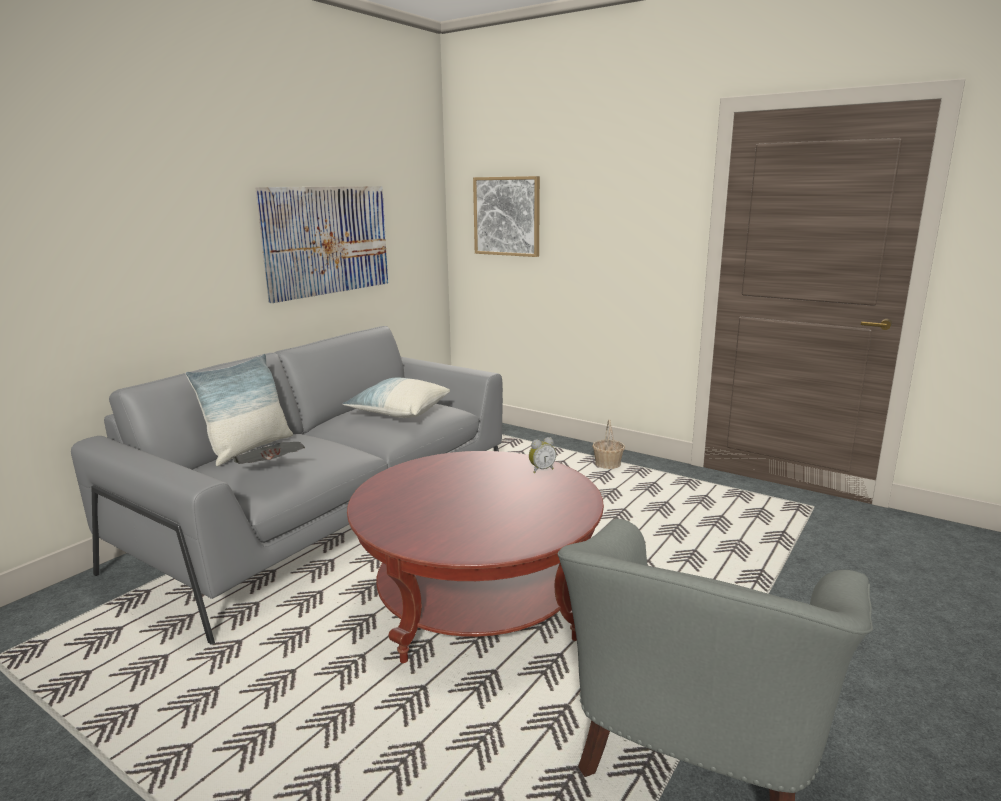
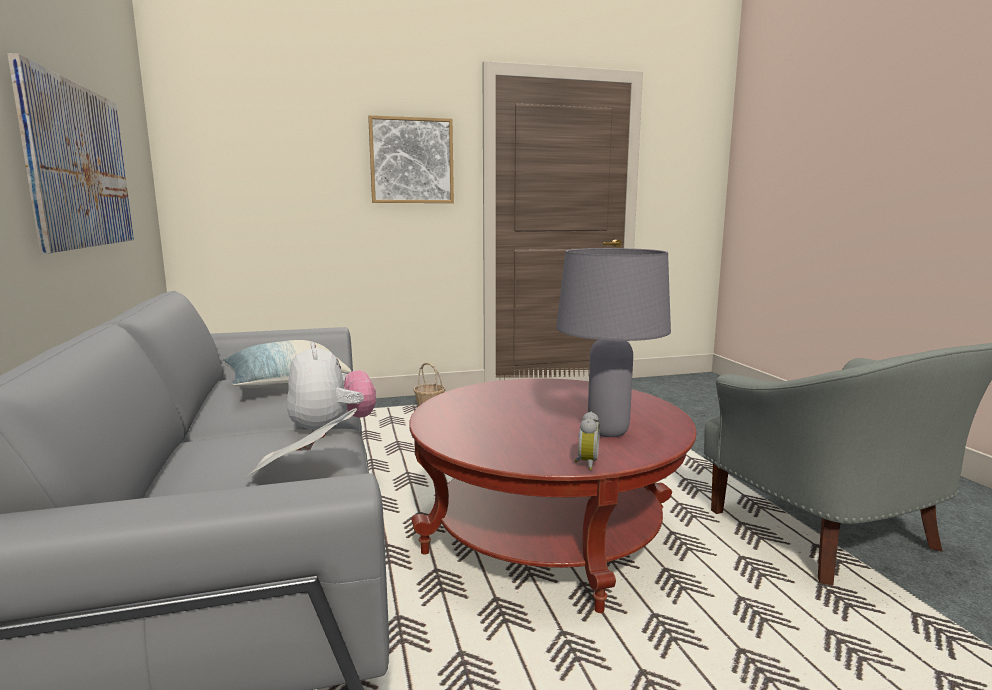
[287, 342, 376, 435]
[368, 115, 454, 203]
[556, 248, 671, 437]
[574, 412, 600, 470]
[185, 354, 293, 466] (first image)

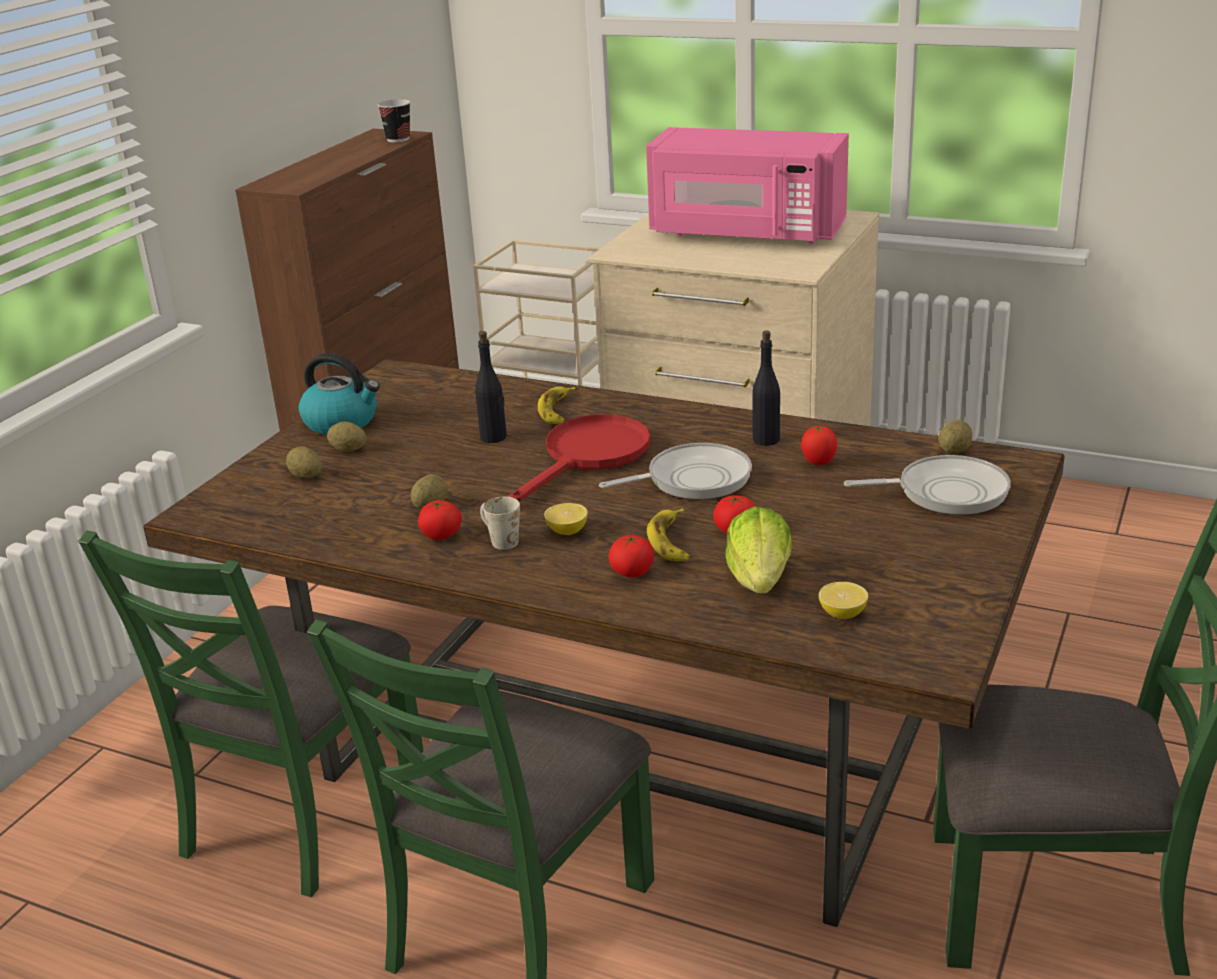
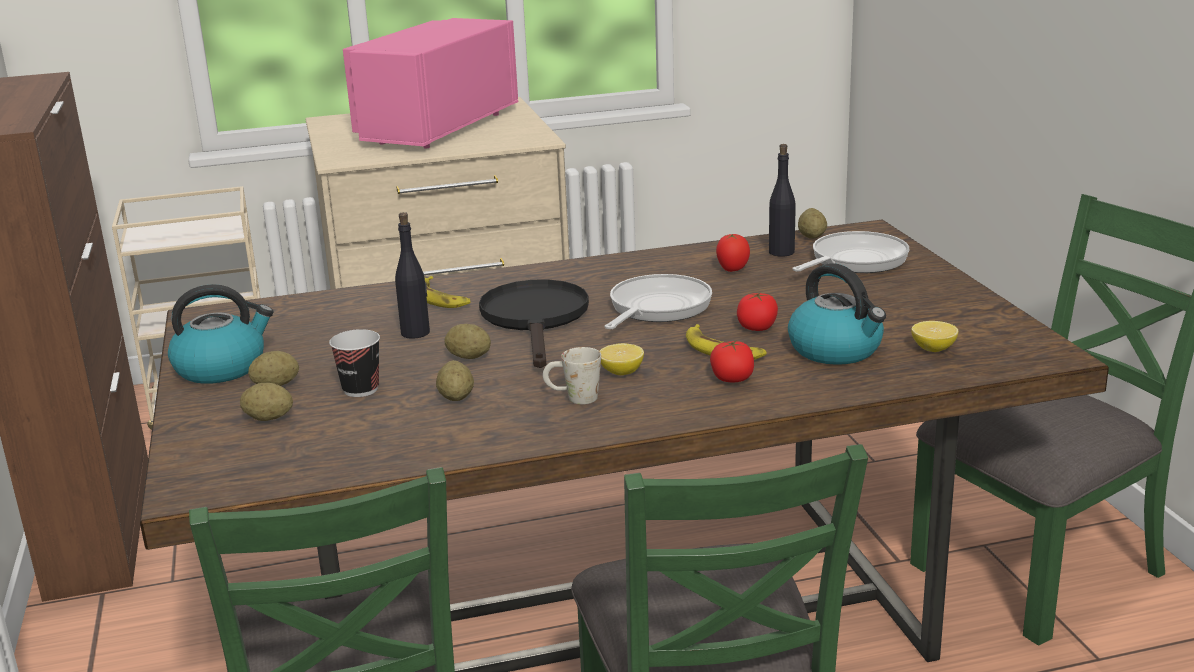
[329, 329, 380, 397]
[343, 18, 518, 148]
[444, 324, 491, 359]
[479, 280, 589, 368]
[769, 144, 796, 257]
[788, 263, 886, 365]
[418, 500, 462, 540] (first image)

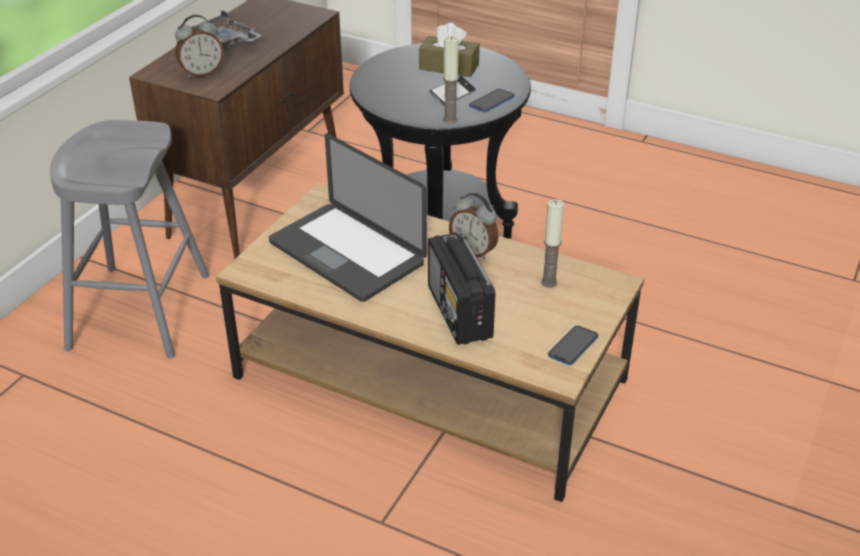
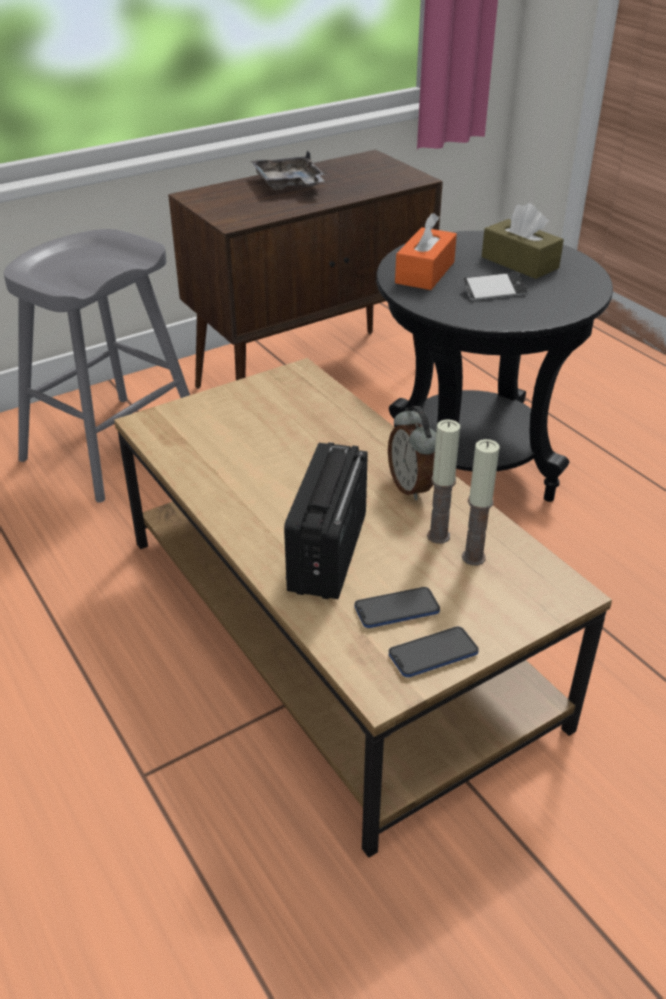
[355, 587, 440, 628]
[395, 213, 457, 290]
[427, 419, 460, 544]
[175, 15, 224, 78] (first image)
[269, 133, 427, 302] (first image)

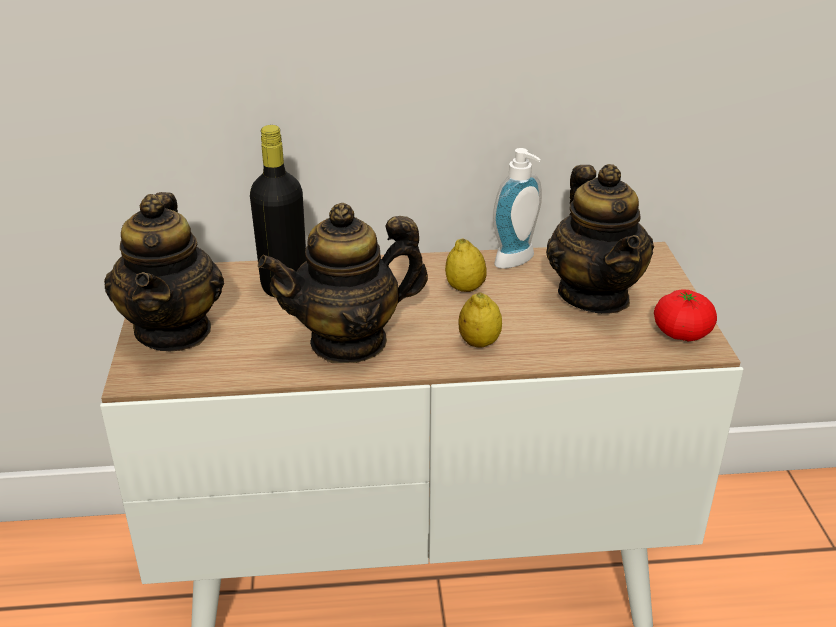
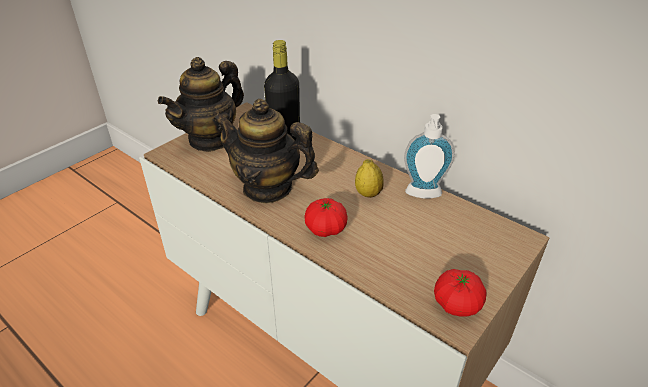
[304, 198, 348, 237]
[546, 164, 654, 314] (first image)

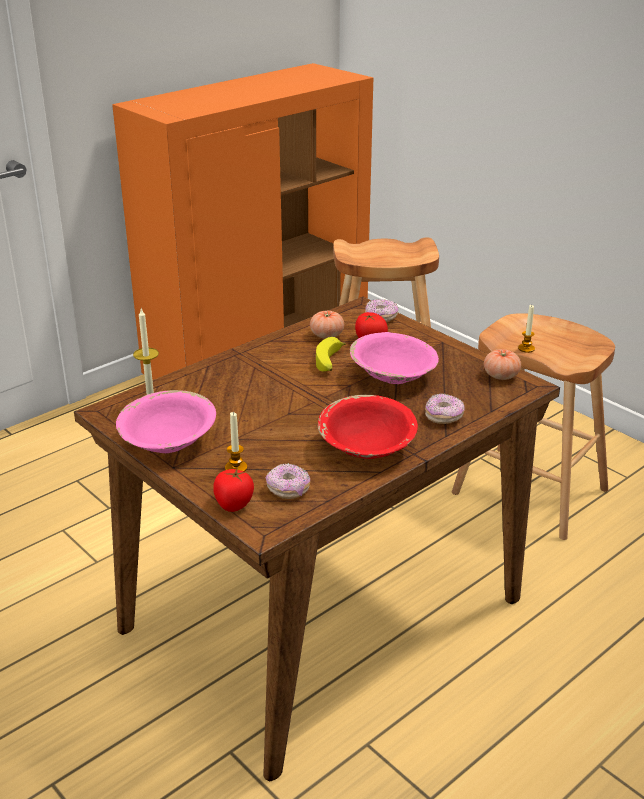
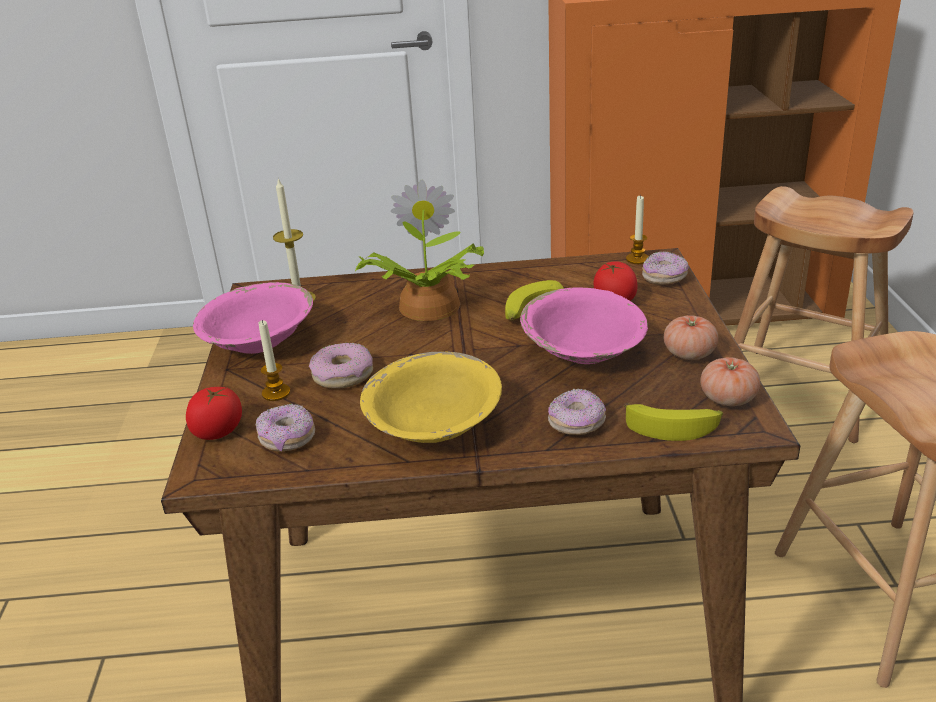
[309, 343, 373, 389]
[355, 180, 484, 321]
[360, 351, 502, 443]
[624, 403, 723, 441]
[626, 195, 649, 264]
[664, 315, 718, 360]

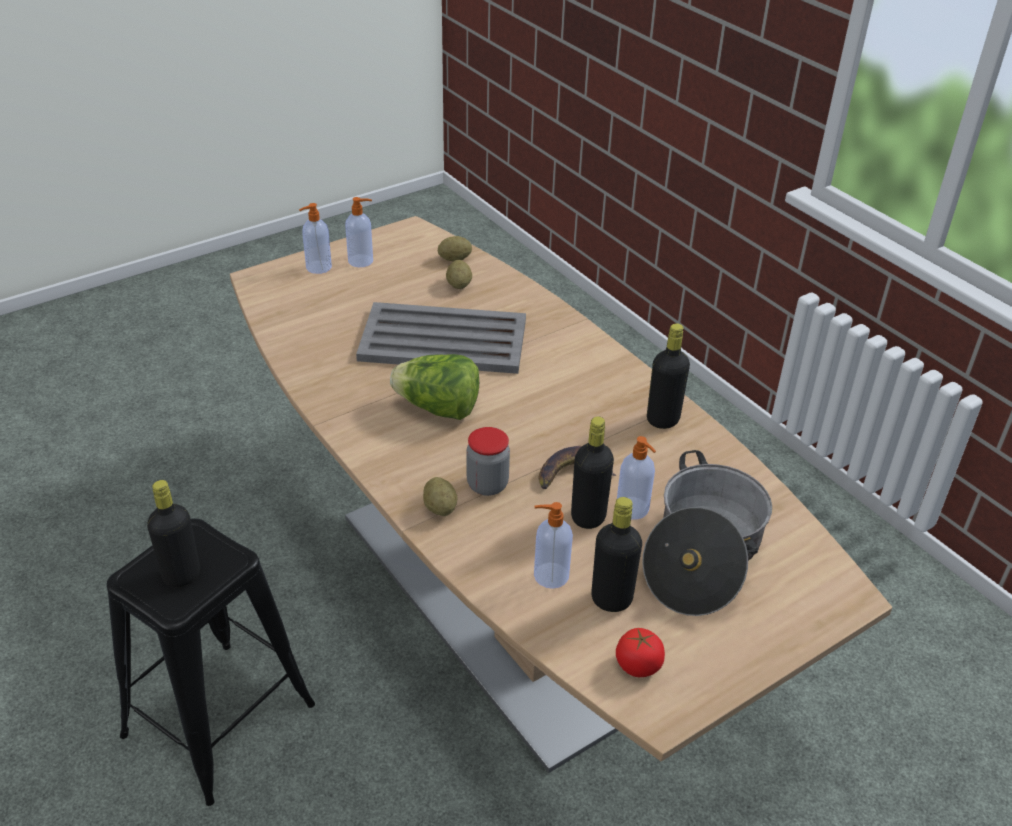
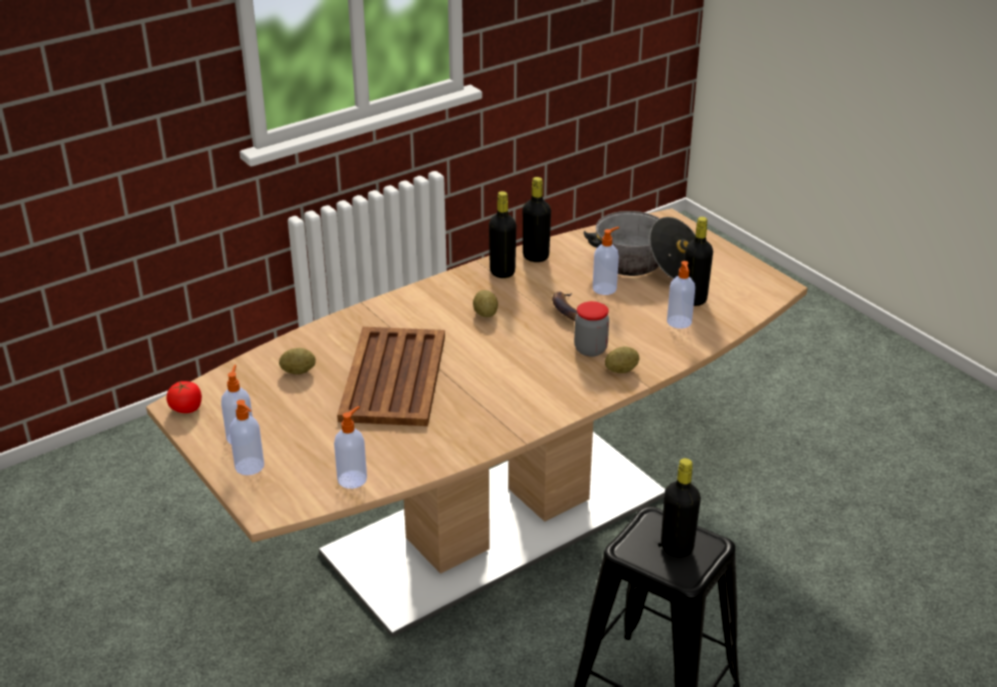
[166, 381, 202, 413]
[334, 406, 367, 489]
[337, 327, 445, 426]
[473, 290, 498, 317]
[523, 177, 551, 262]
[390, 354, 479, 420] (first image)

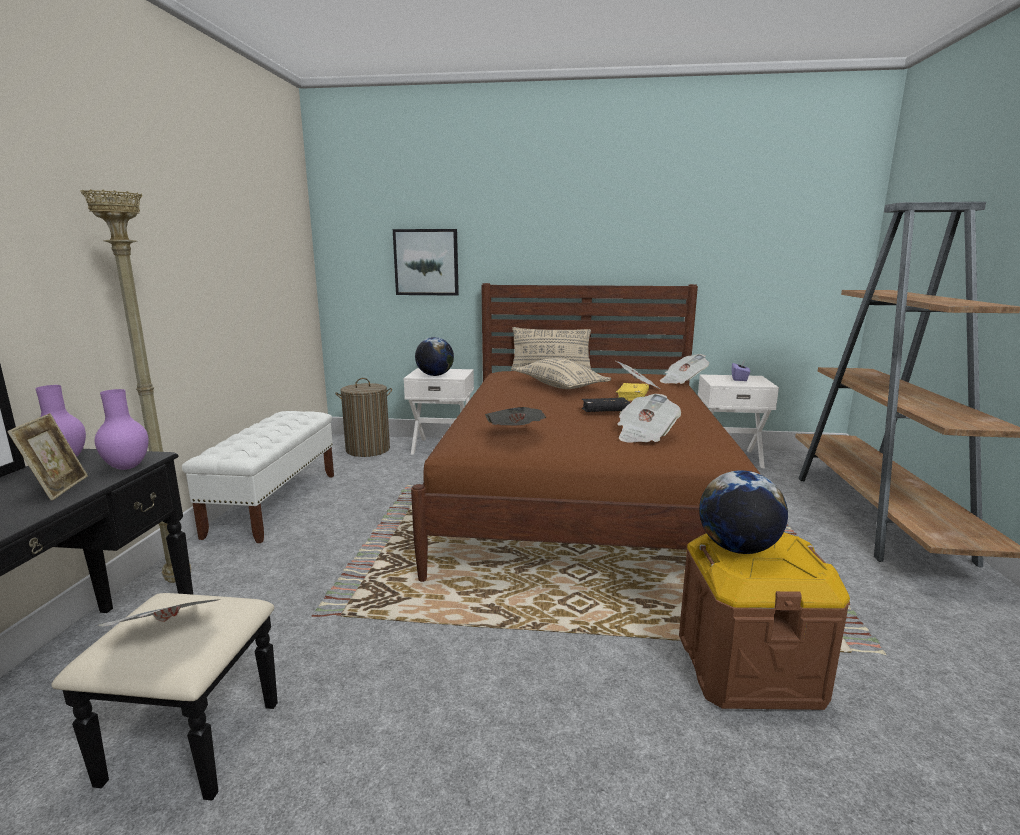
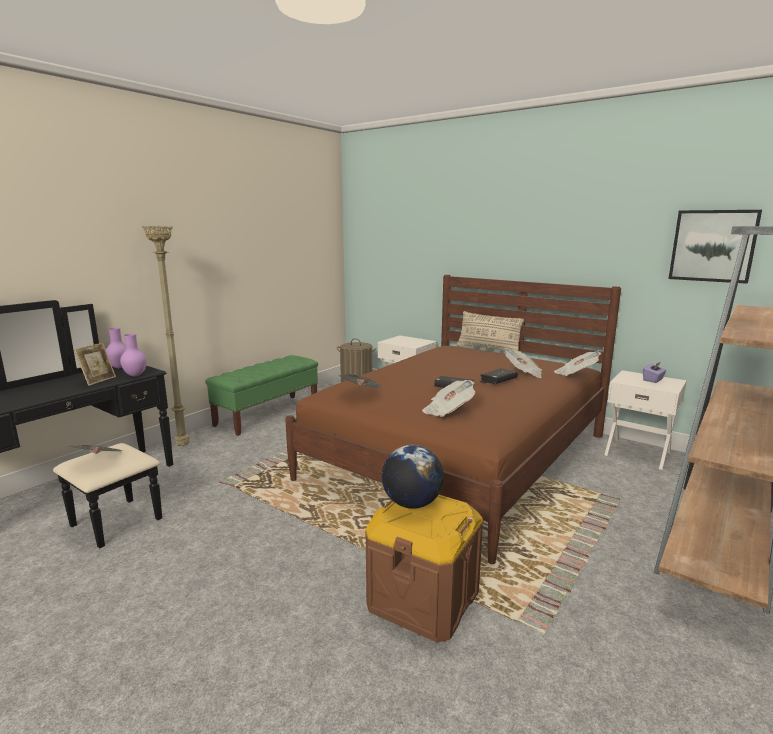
[205, 355, 318, 436]
[479, 368, 518, 384]
[669, 210, 762, 284]
[415, 337, 454, 376] (first image)
[513, 358, 611, 389] (first image)

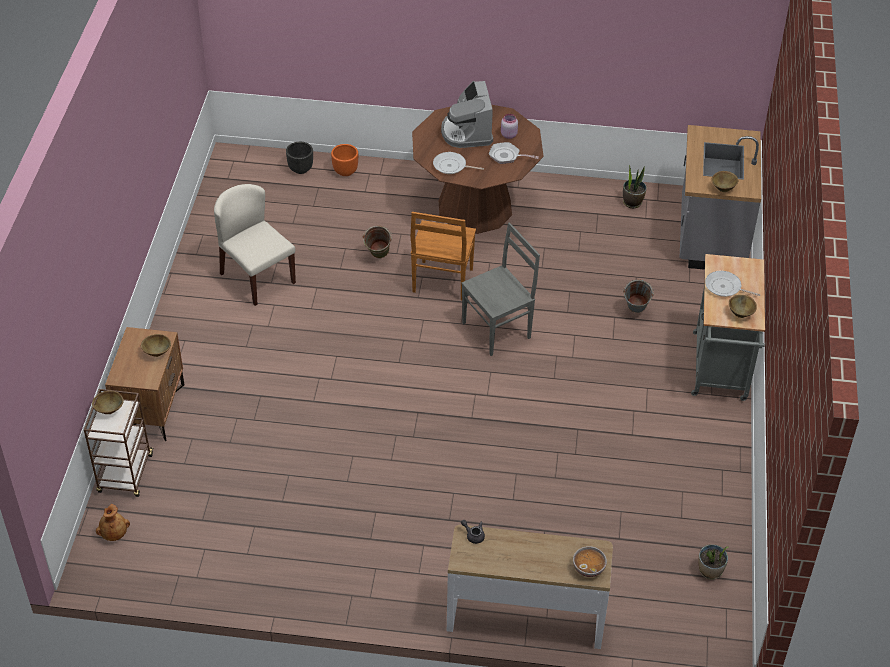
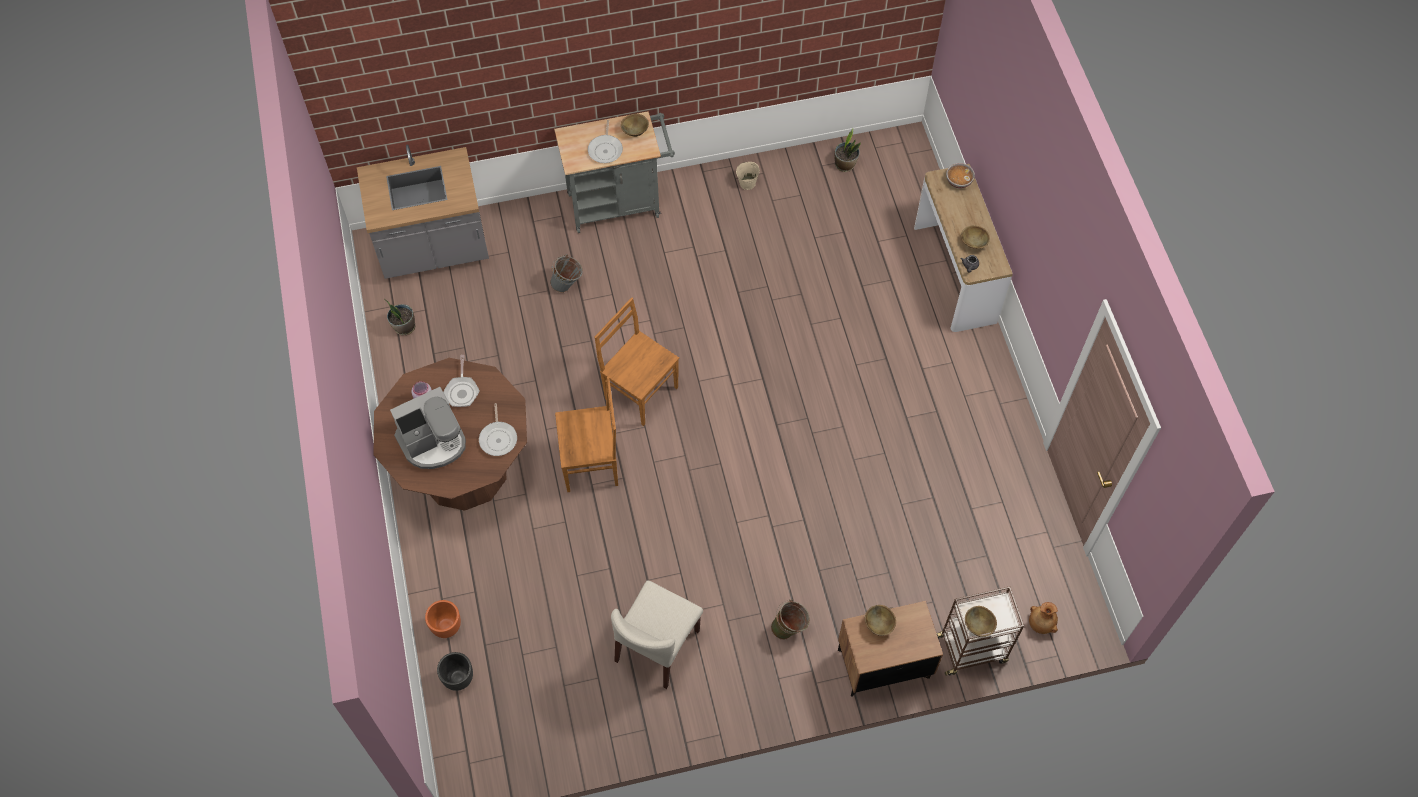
[595, 298, 679, 426]
[736, 162, 760, 190]
[771, 599, 810, 640]
[961, 225, 990, 249]

